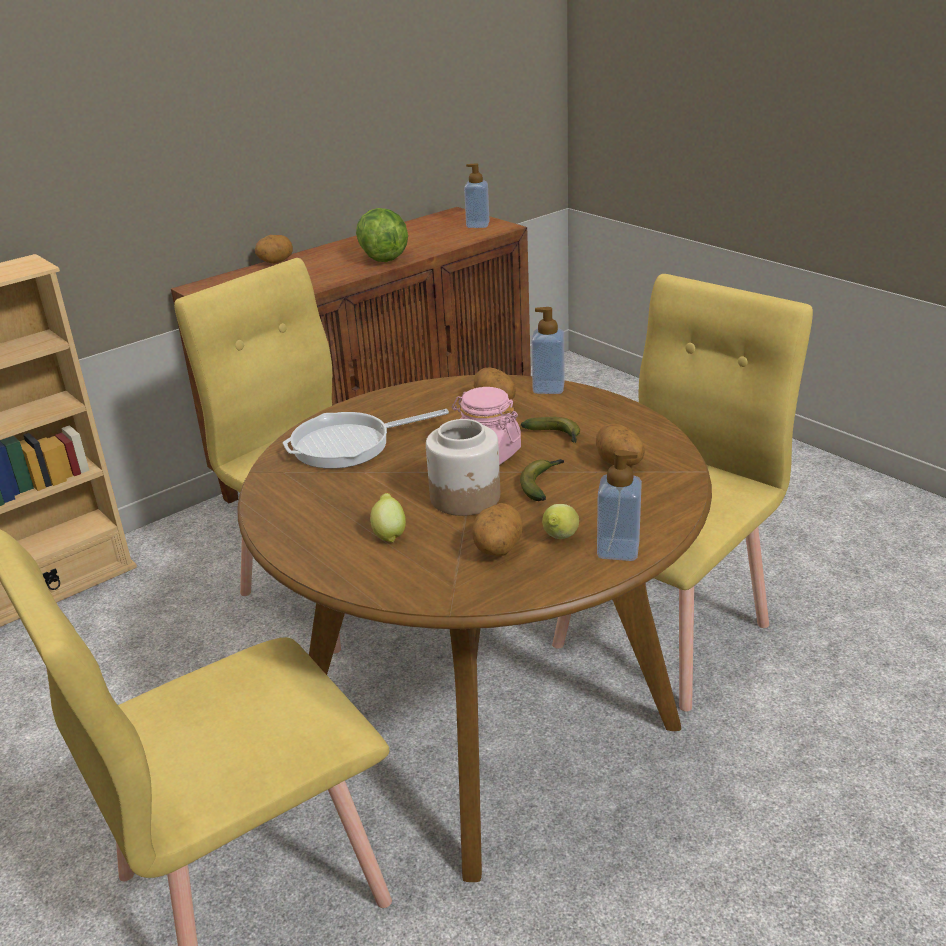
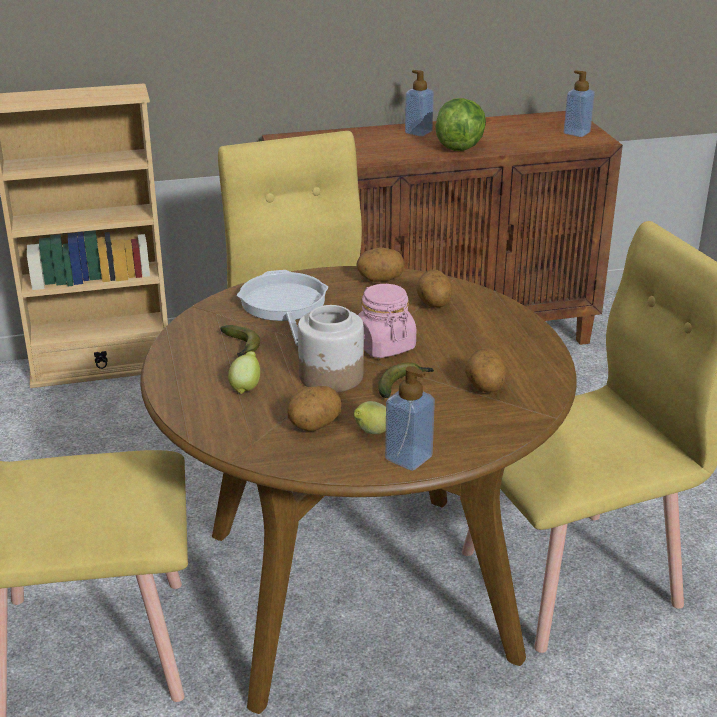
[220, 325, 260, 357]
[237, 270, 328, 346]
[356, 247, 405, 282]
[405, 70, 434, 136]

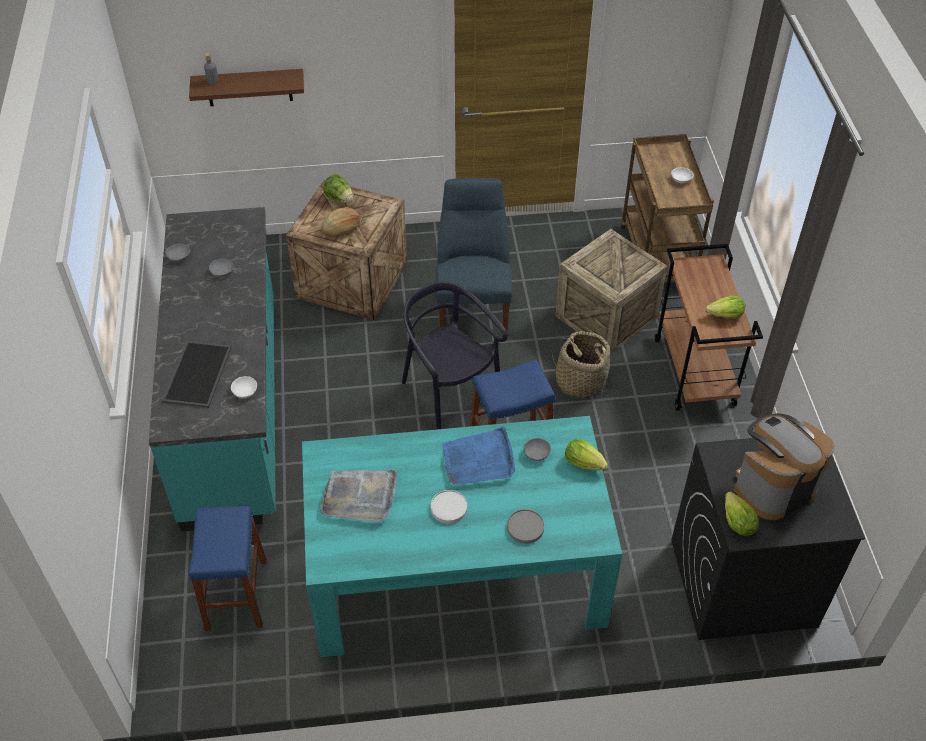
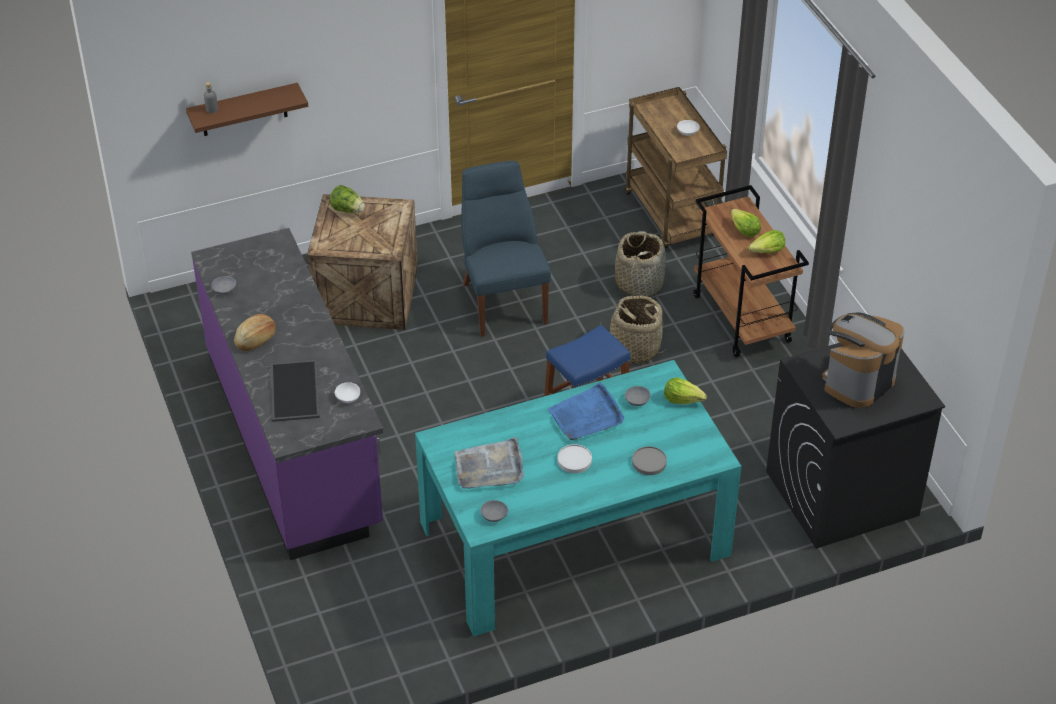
[191, 228, 383, 560]
[234, 314, 276, 351]
[480, 500, 508, 522]
[615, 231, 666, 297]
[731, 209, 761, 237]
[189, 506, 267, 631] (first image)
[402, 282, 508, 429] (first image)

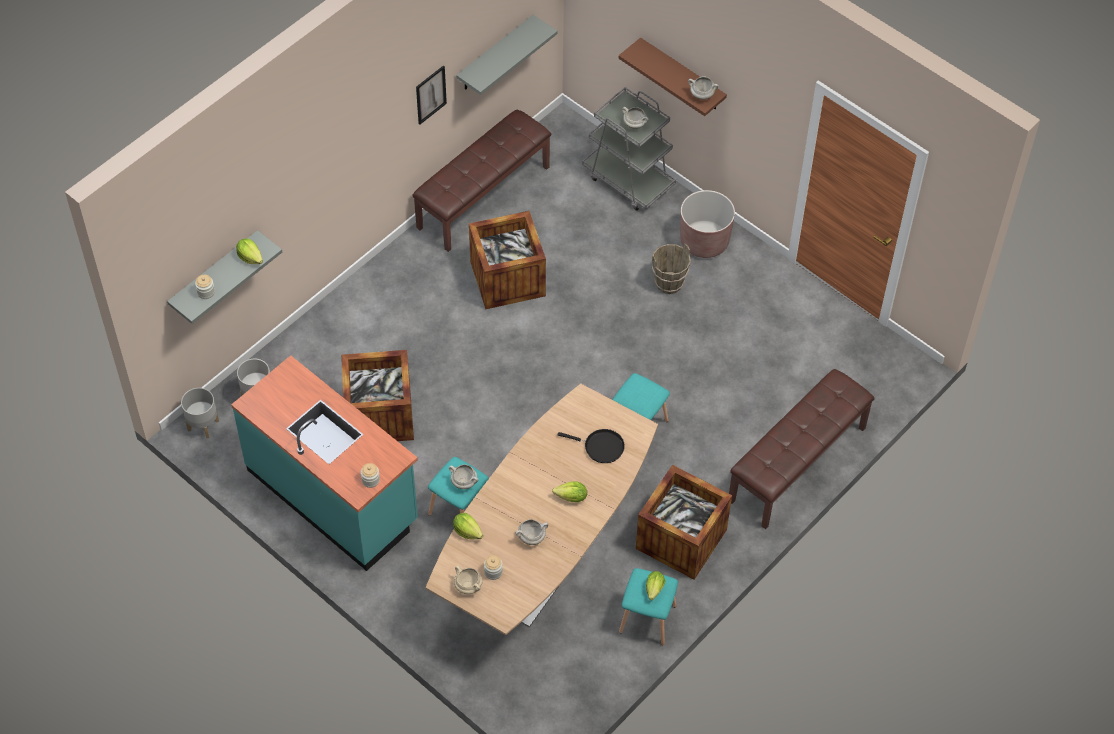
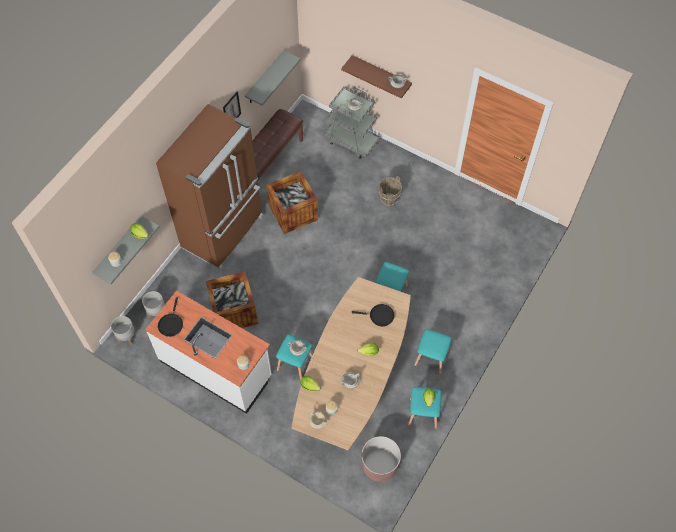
[145, 291, 272, 414]
[156, 104, 264, 271]
[158, 298, 183, 337]
[362, 436, 401, 482]
[414, 329, 452, 375]
[729, 369, 874, 529] (first image)

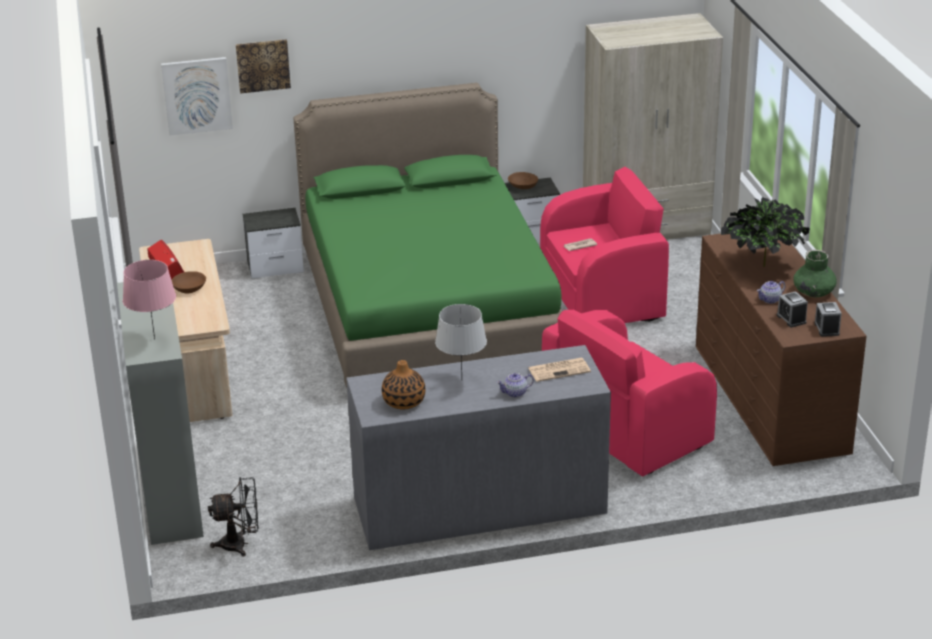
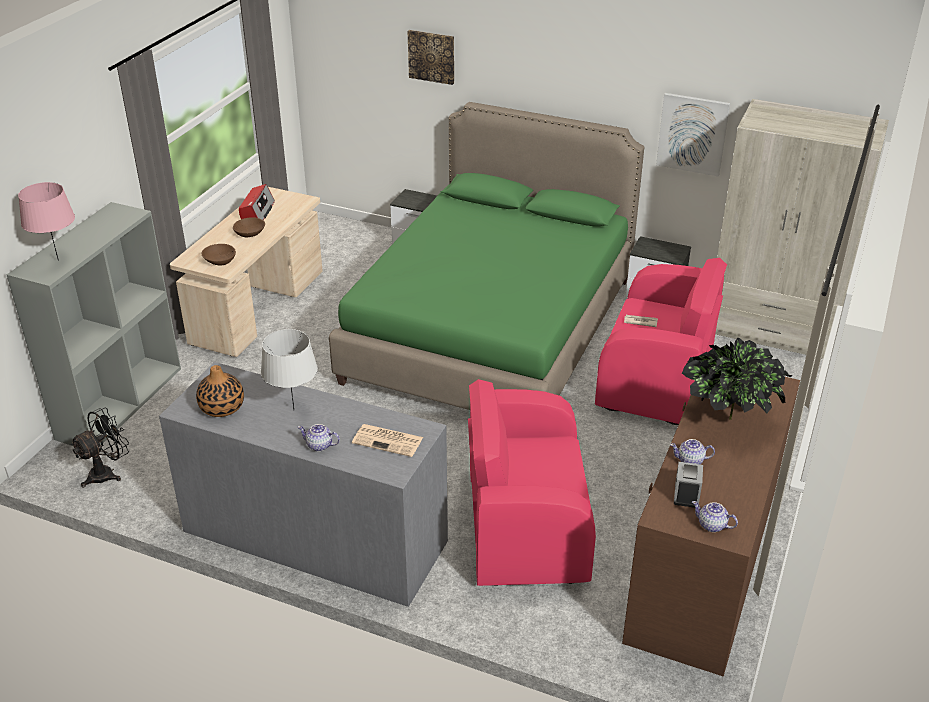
[70, 408, 129, 488]
[202, 244, 236, 265]
[656, 93, 730, 176]
[692, 501, 738, 532]
[793, 250, 837, 297] (first image)

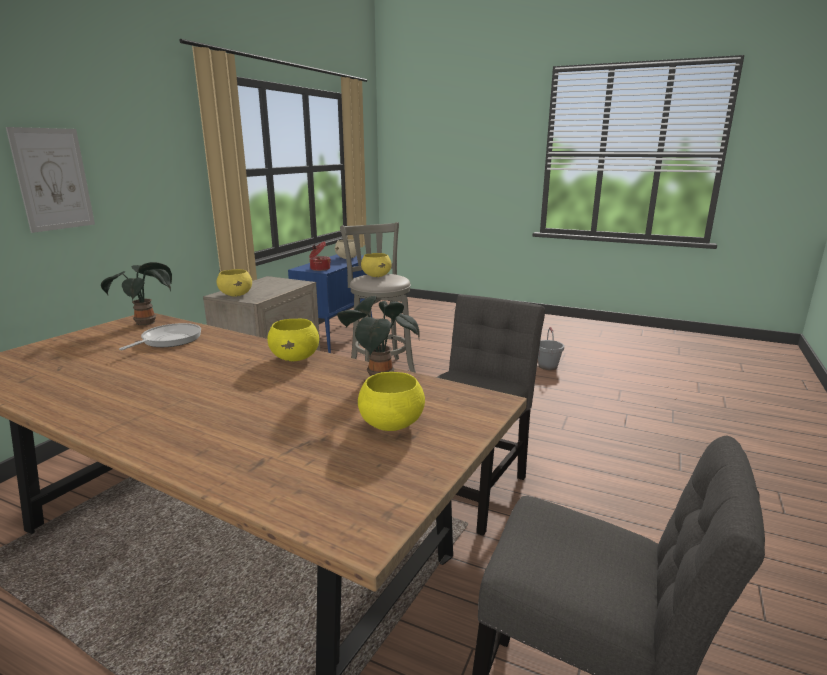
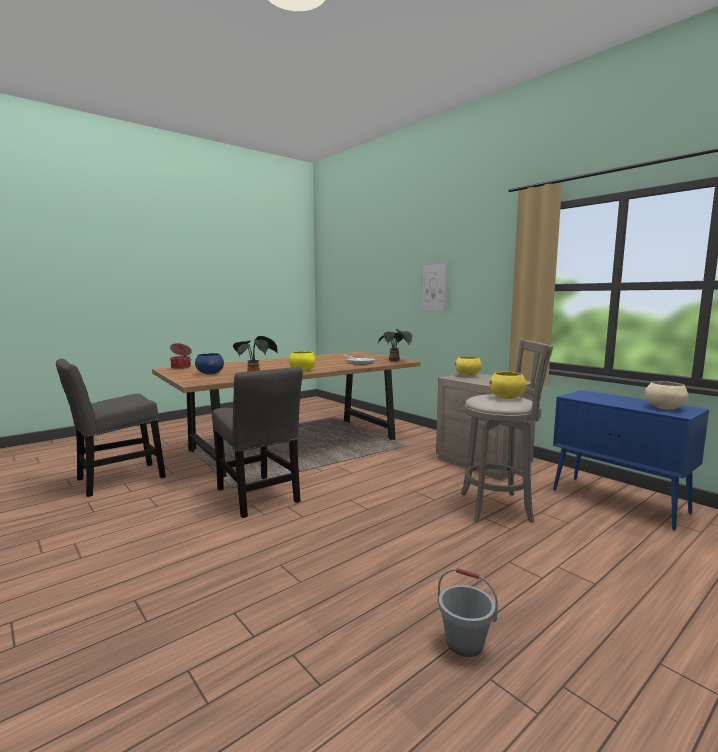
[170, 343, 192, 369]
[195, 353, 224, 375]

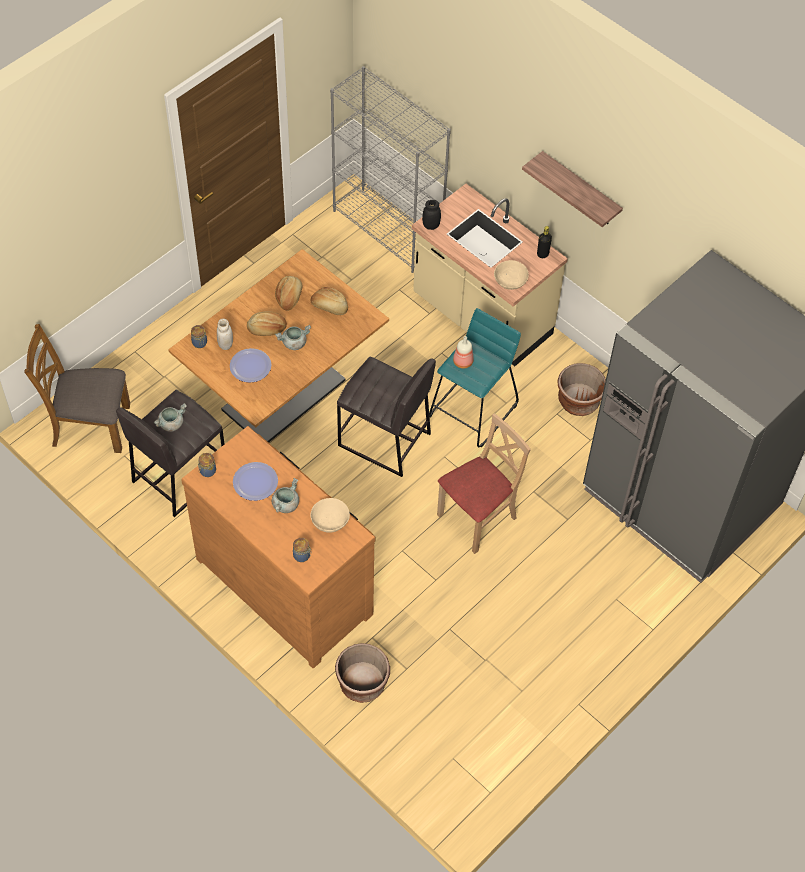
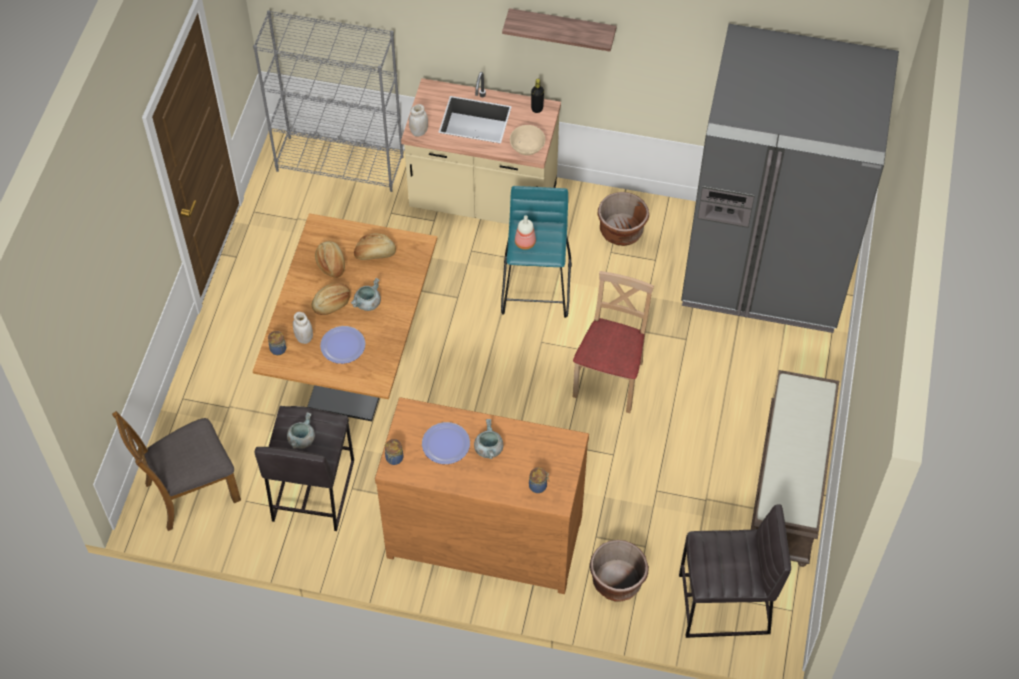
[409, 104, 428, 137]
[679, 505, 791, 638]
[751, 370, 839, 567]
[310, 498, 350, 533] (first image)

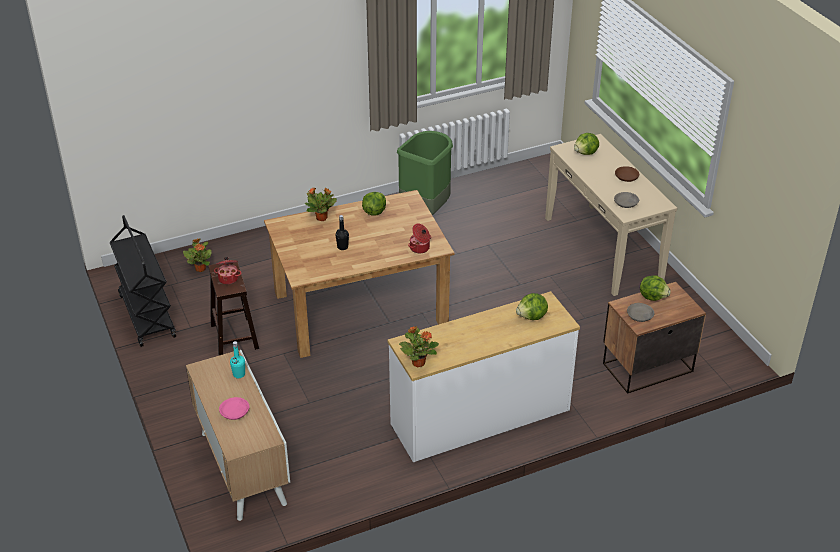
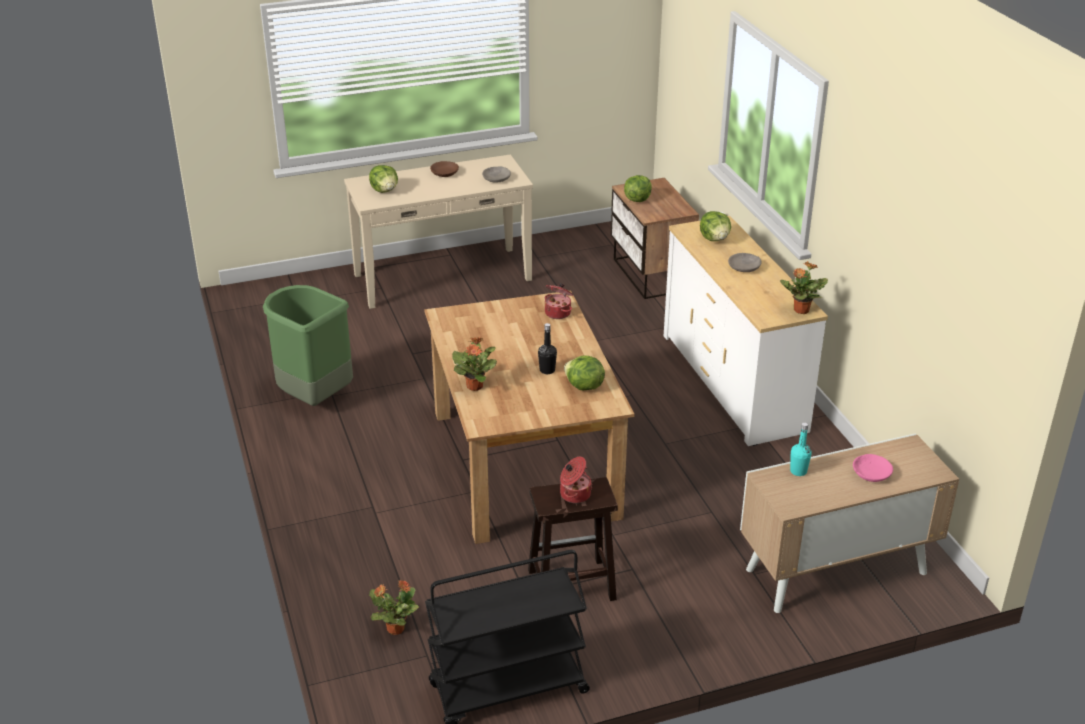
[564, 355, 605, 390]
[728, 253, 761, 272]

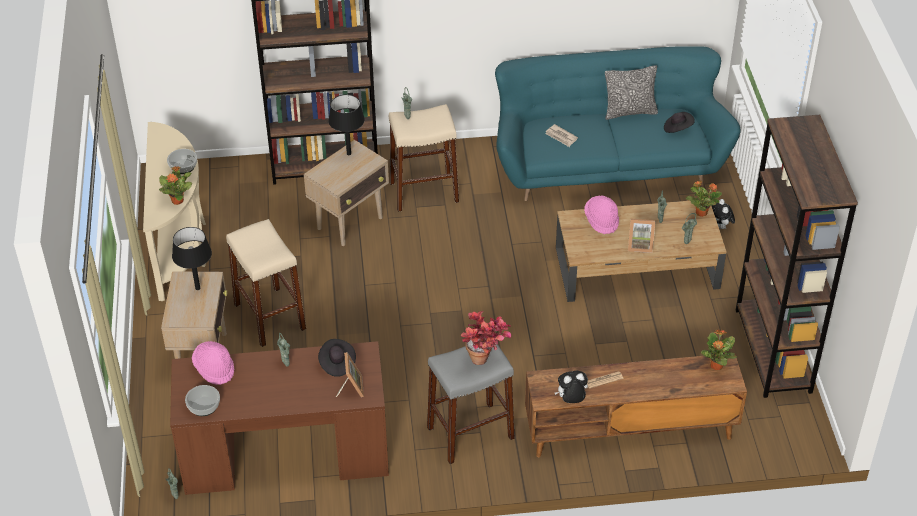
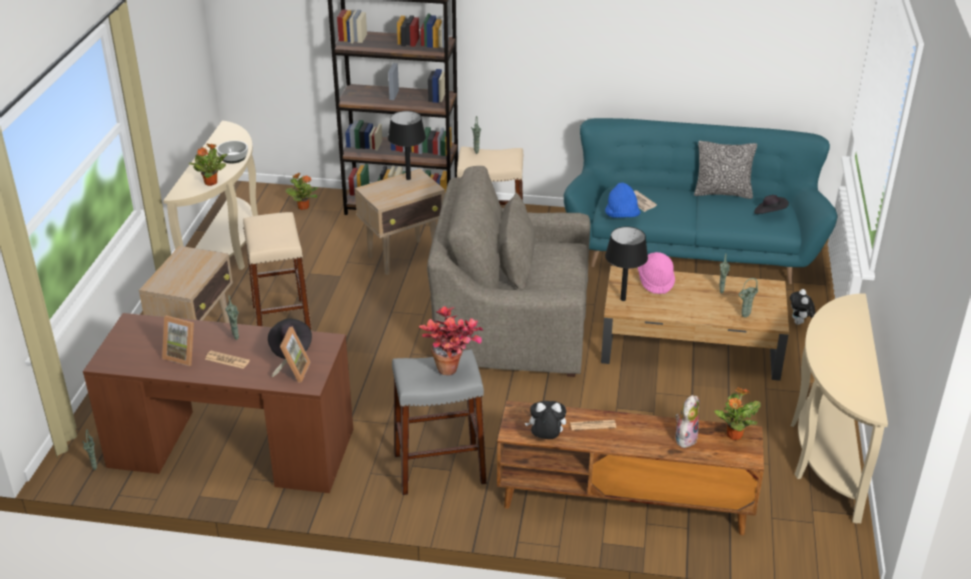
[162, 315, 194, 366]
[205, 351, 250, 369]
[285, 173, 318, 210]
[427, 166, 591, 377]
[605, 183, 641, 218]
[605, 227, 648, 301]
[675, 395, 700, 448]
[791, 293, 888, 524]
[185, 385, 220, 416] (first image)
[192, 341, 234, 385] (first image)

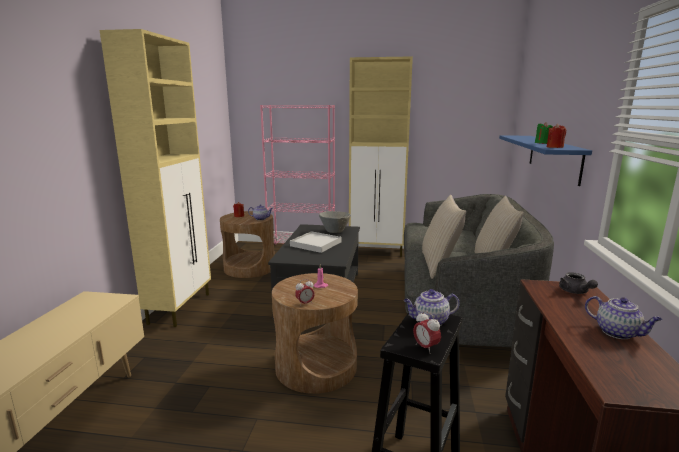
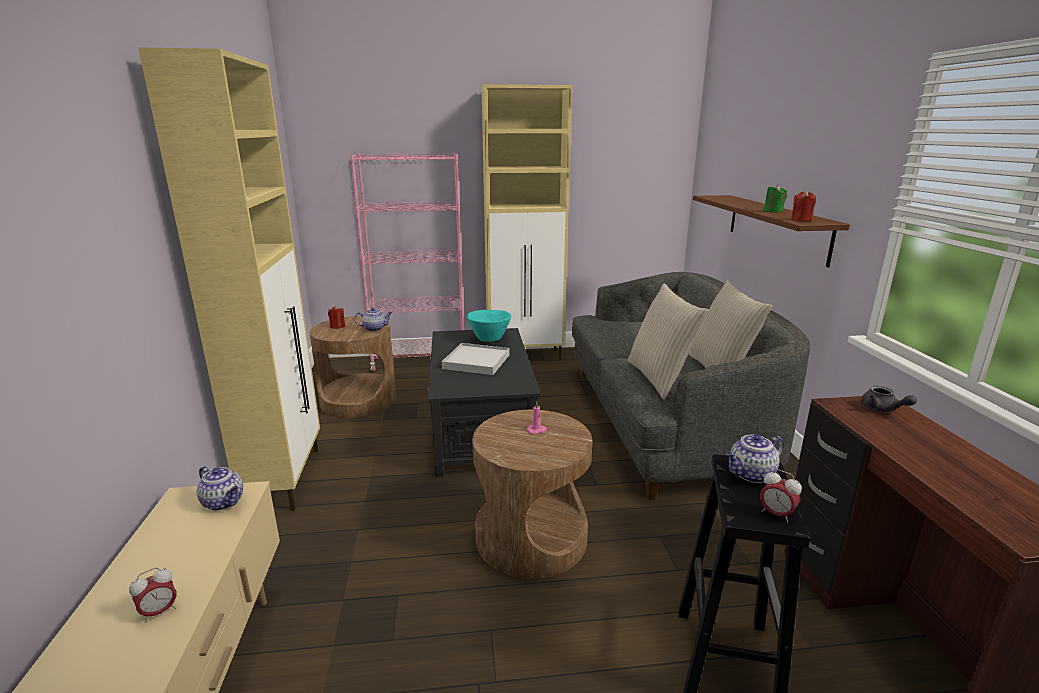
[129, 568, 176, 623]
[197, 466, 243, 511]
[466, 310, 511, 342]
[693, 195, 850, 268]

